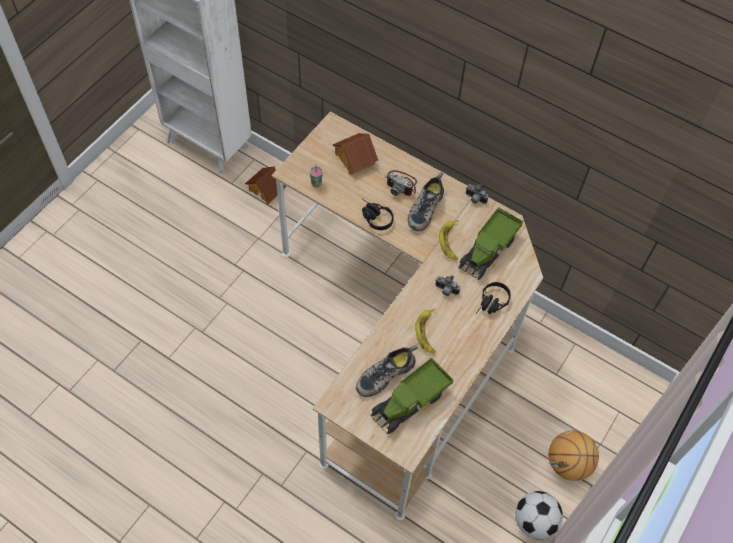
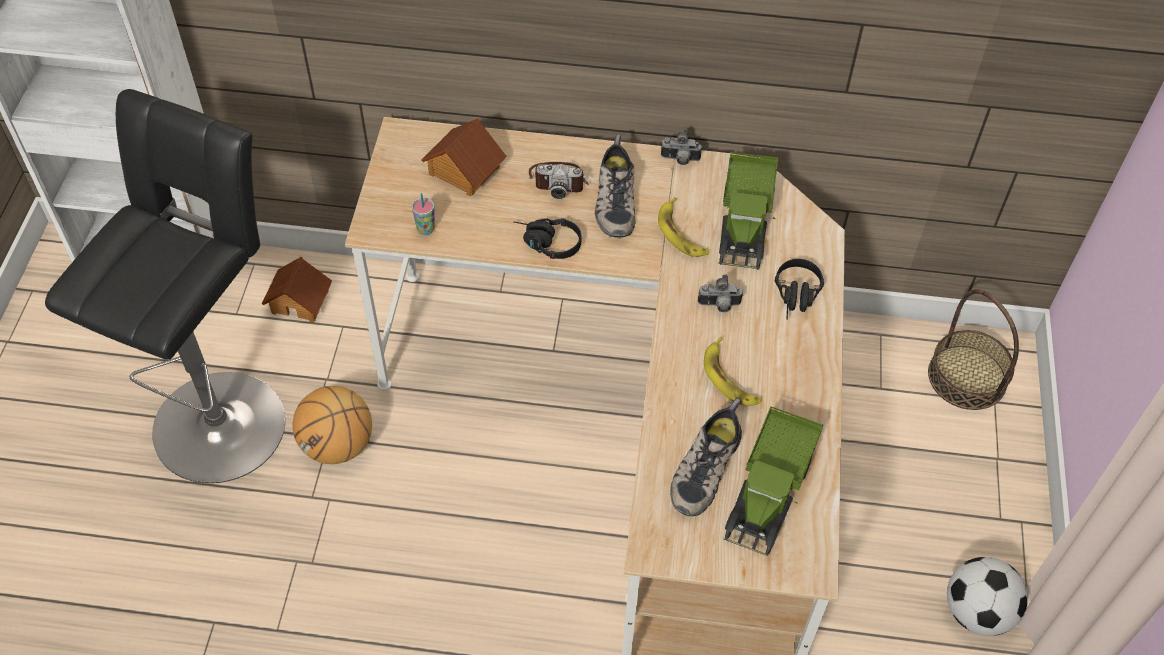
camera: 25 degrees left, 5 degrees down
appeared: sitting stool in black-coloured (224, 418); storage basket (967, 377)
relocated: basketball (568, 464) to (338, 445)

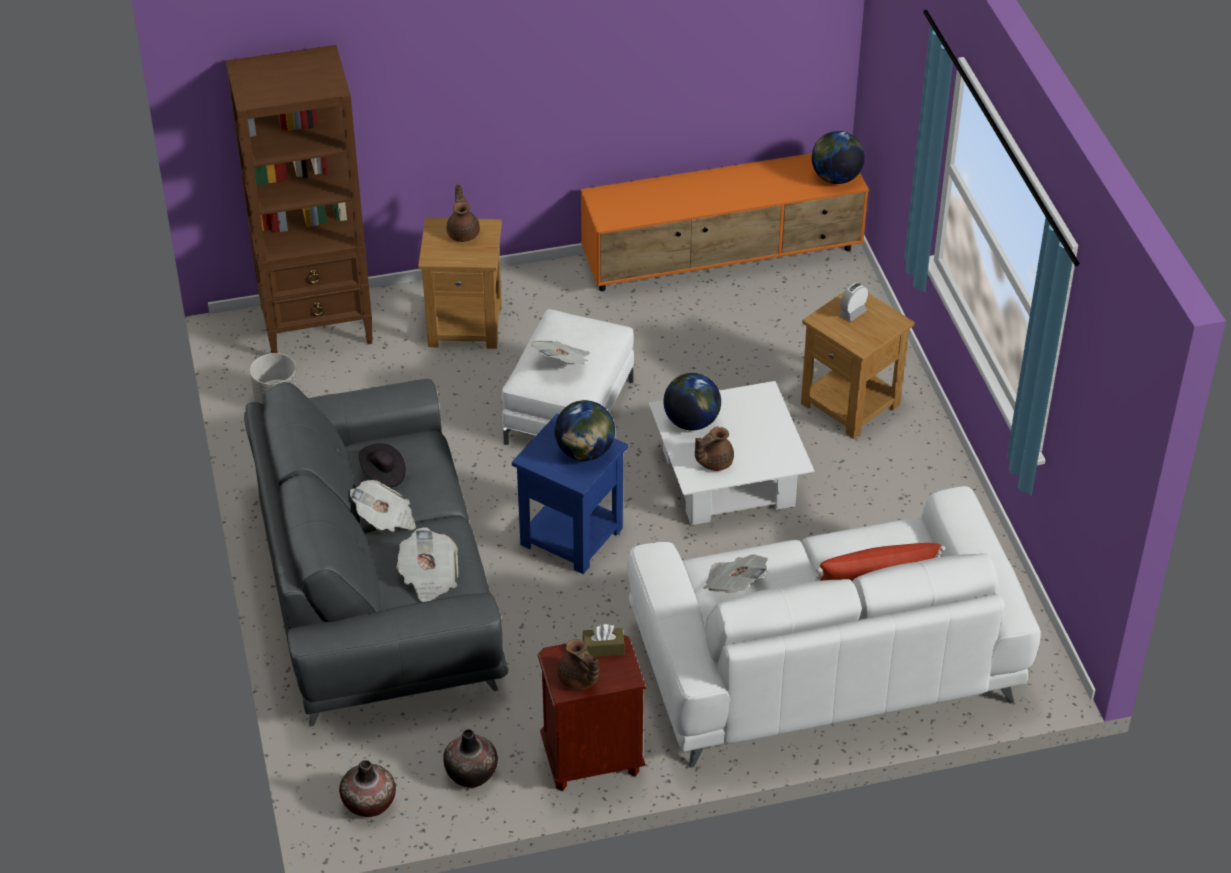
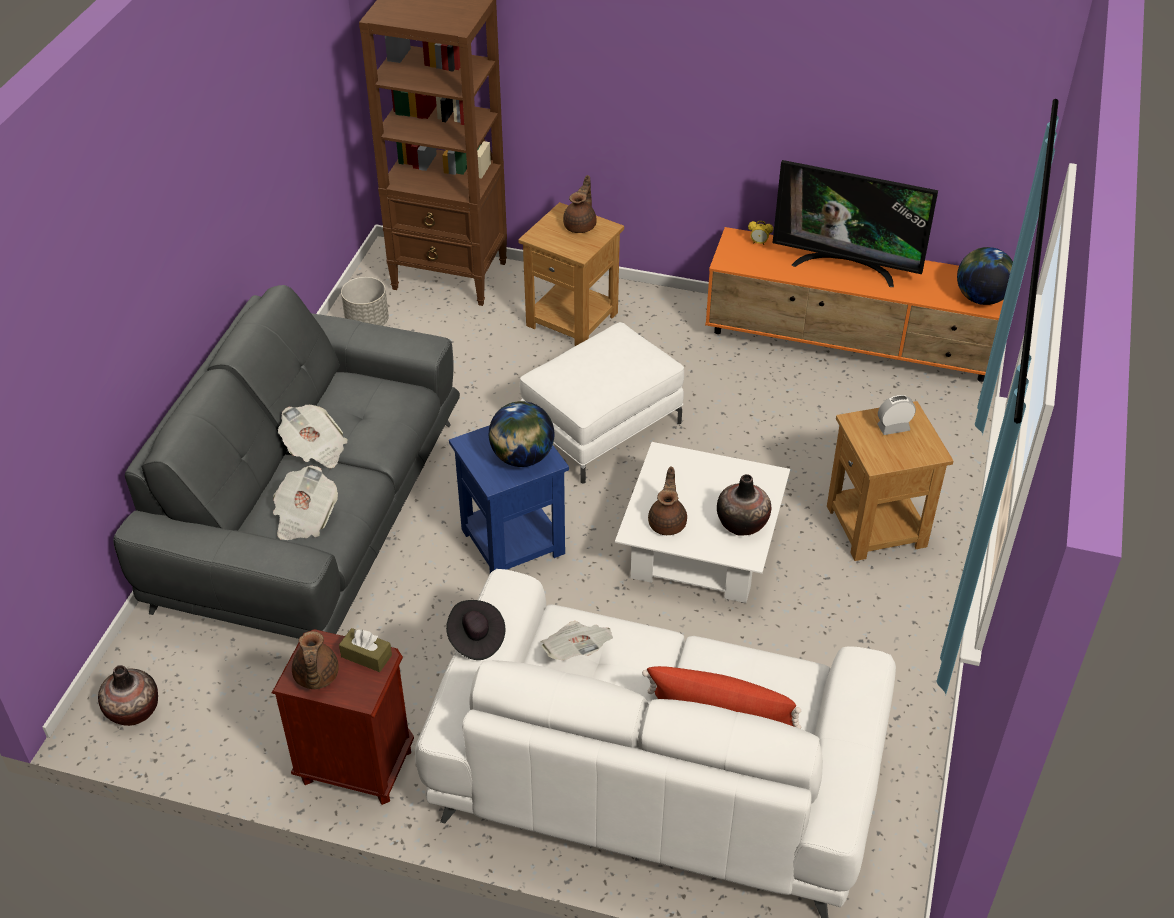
camera: 30 degrees right, 0 degrees up
missing: printed paper (562, 363); globe (691, 422)
appeared: TV (846, 265); bedside clock (759, 243)
relocated: clothing hat in black-coloured (383, 474) to (475, 639); decorative vase (471, 773) to (742, 523)
spun: teapot in brownish (713, 462) = (668, 522) 105 degrees clockwise

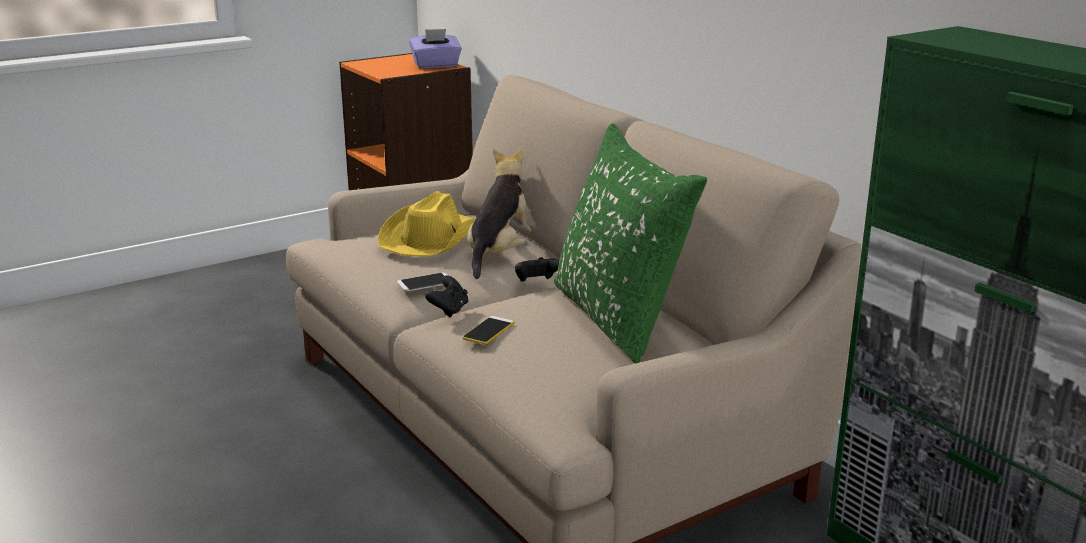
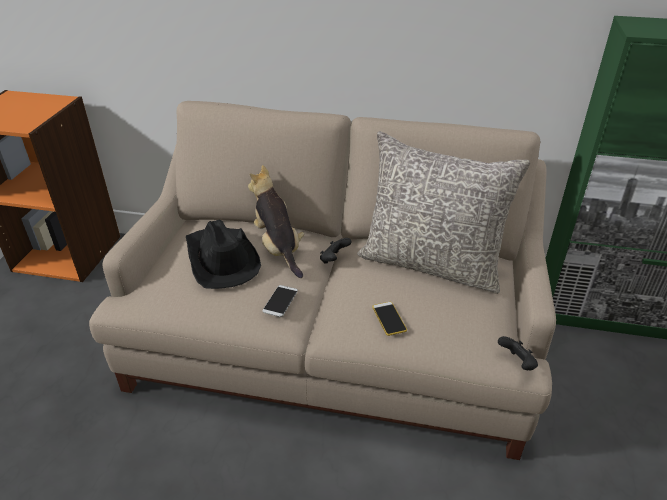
camera: 45 degrees left, 15 degrees up
missing: tissue holder in purplish (436, 66)
relocated: game controller in black-coloured (449, 310) to (517, 363)
colour: pillow in green (619, 318) to pillow in greyish (431, 263); clothing hat in yellow-coloured (431, 238) to clothing hat in black-coloured (221, 259)

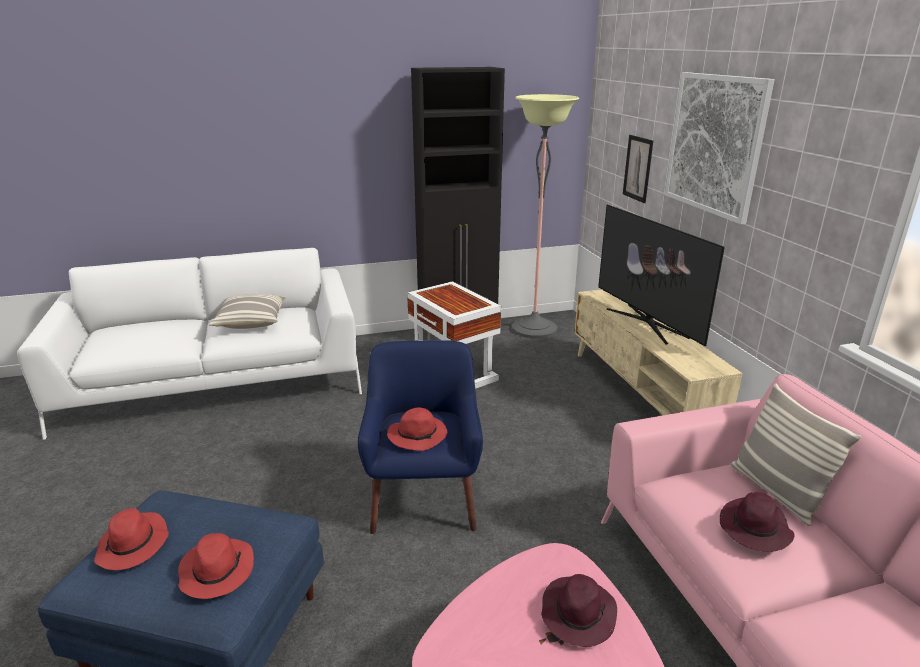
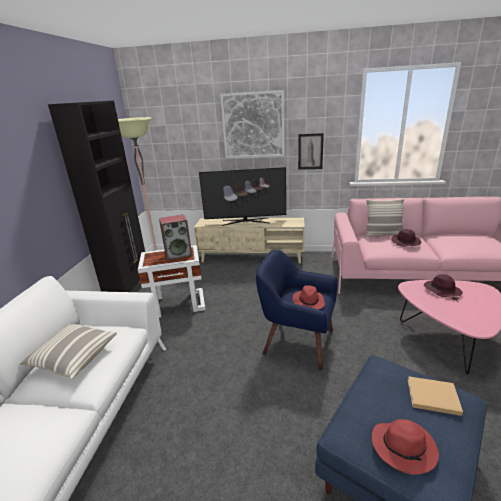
camera: 65 degrees left, 0 degrees up
appeared: audio speaker (179, 254)
relocated: wall art (638, 168) to (310, 151)
exchanged: clothing hat in reddish (216, 570) to book in sand-coloured (431, 396)

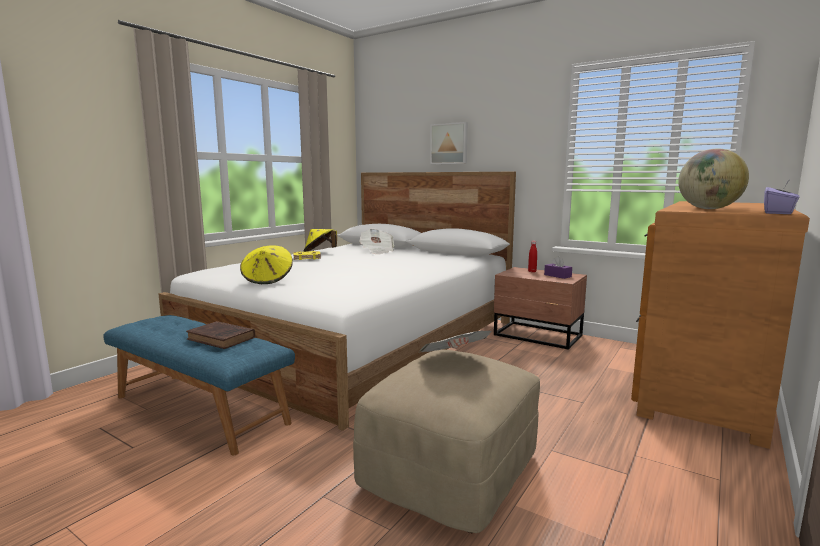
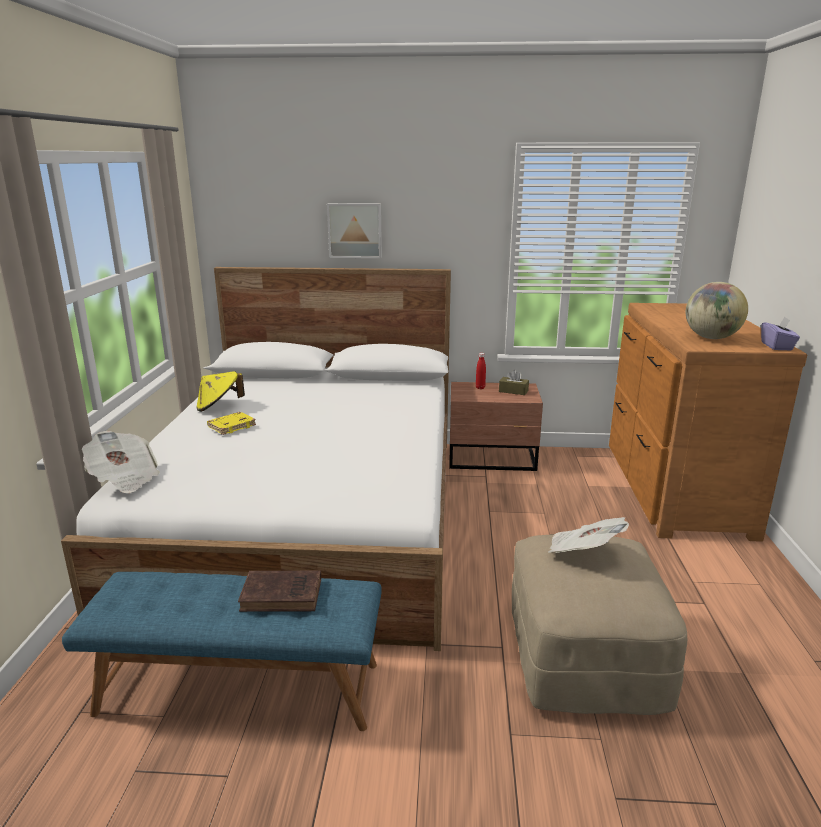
camera: 30 degrees left, 10 degrees up
missing: clothing hat in yellow-coloured (268, 280)
relocated: printed paper (377, 251) to (124, 478)
colour: tissue holder in purplish (557, 276) to tissue holder in brownish (513, 391)

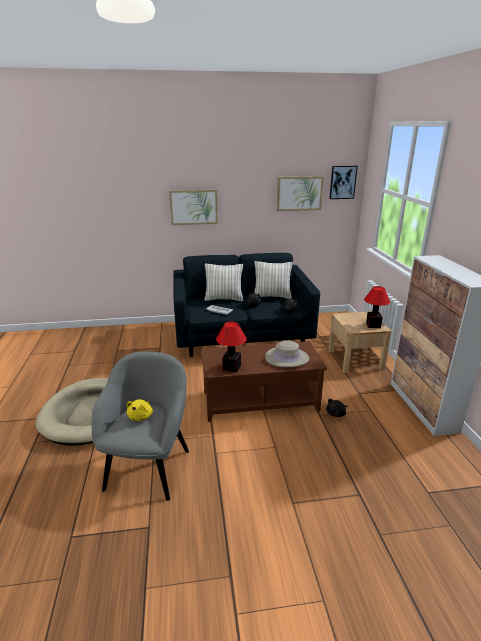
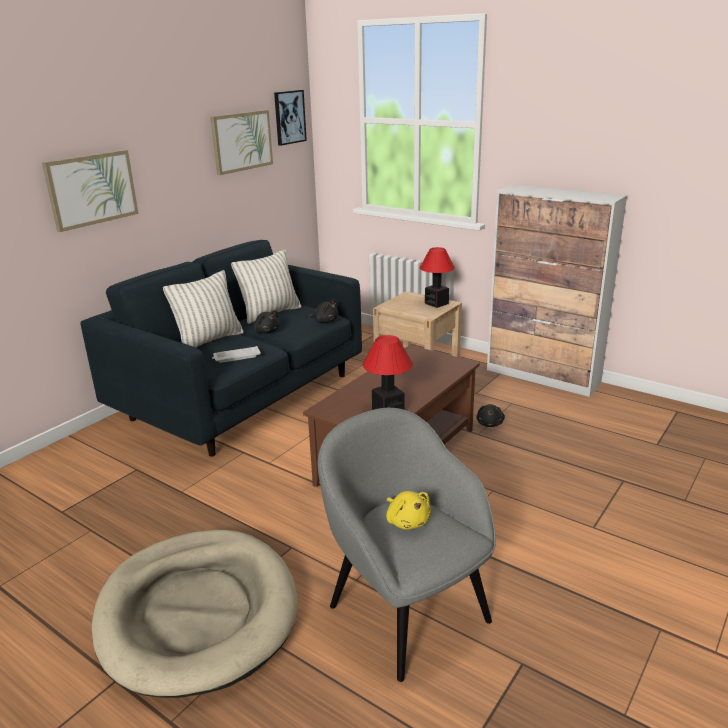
camera: 45 degrees left, 0 degrees up
missing: clothing hat in sand-coloured (287, 358)

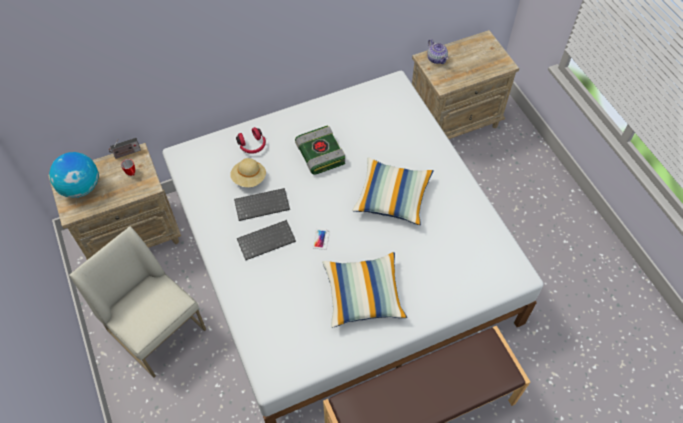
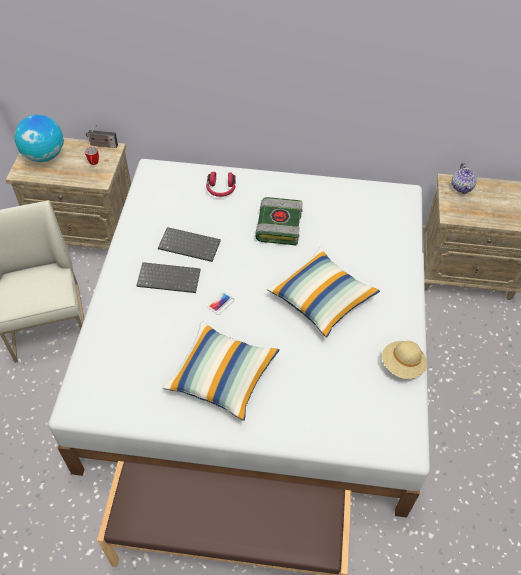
camera: 30 degrees right, 5 degrees down
relocated: clothing hat in sand-coloured (249, 178) to (402, 365)

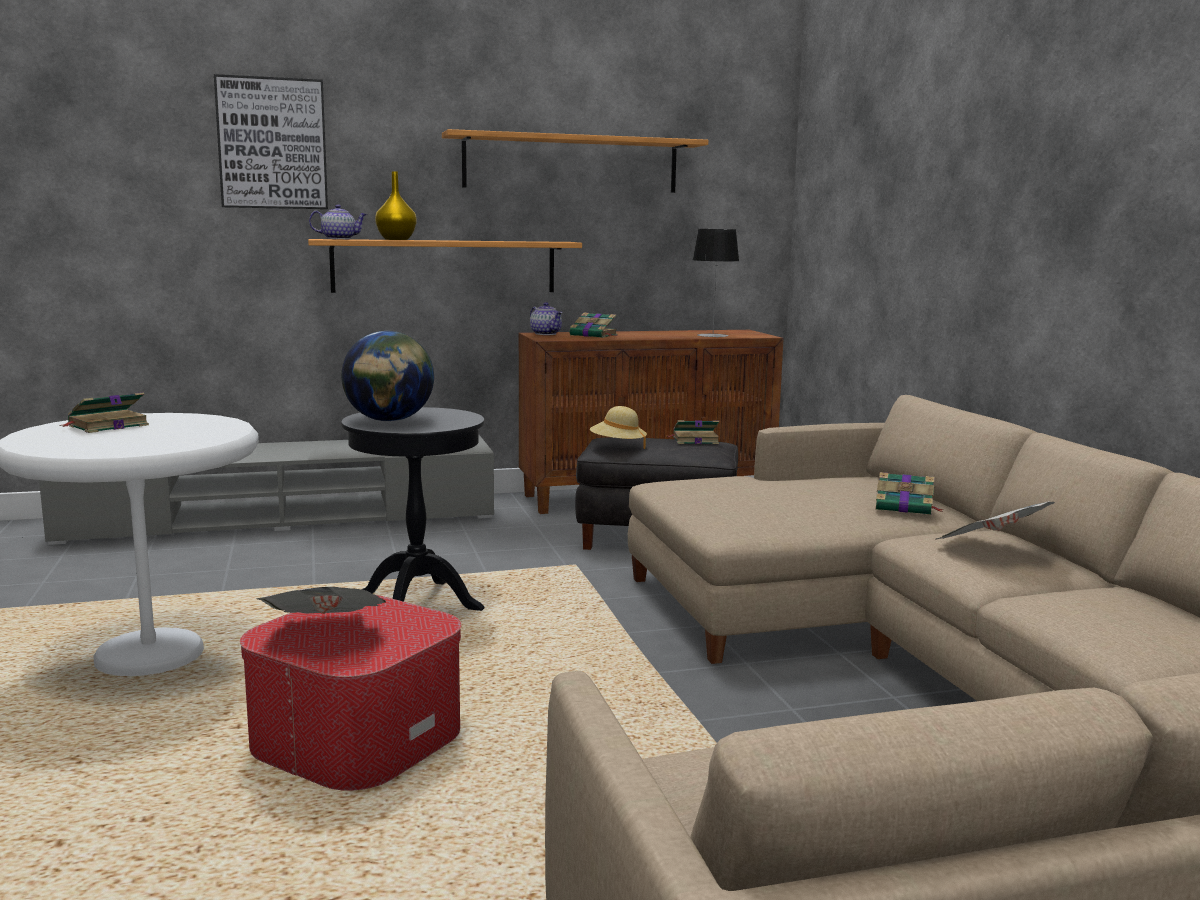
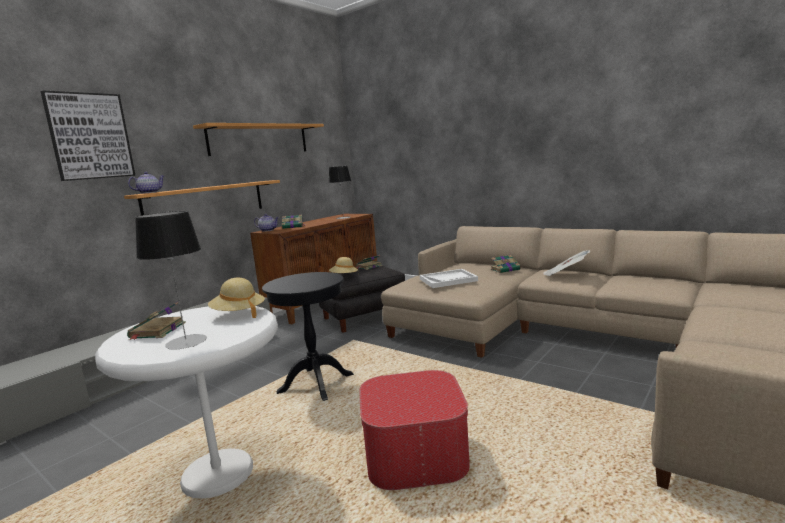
camera: 35 degrees left, 0 degrees up
missing: decorative vase in yellow-coloured (396, 239); globe (389, 420); printed paper (326, 634)
appeared: table lamp (186, 342); carrying tray in whitish (448, 280); clothing hat in sand-coloured (238, 314)

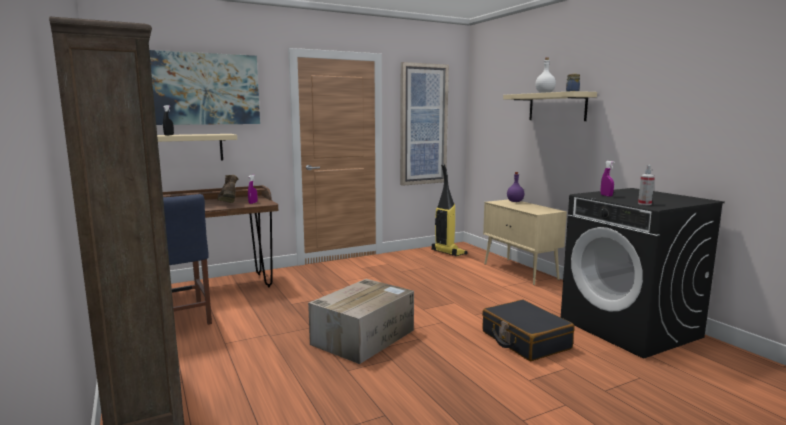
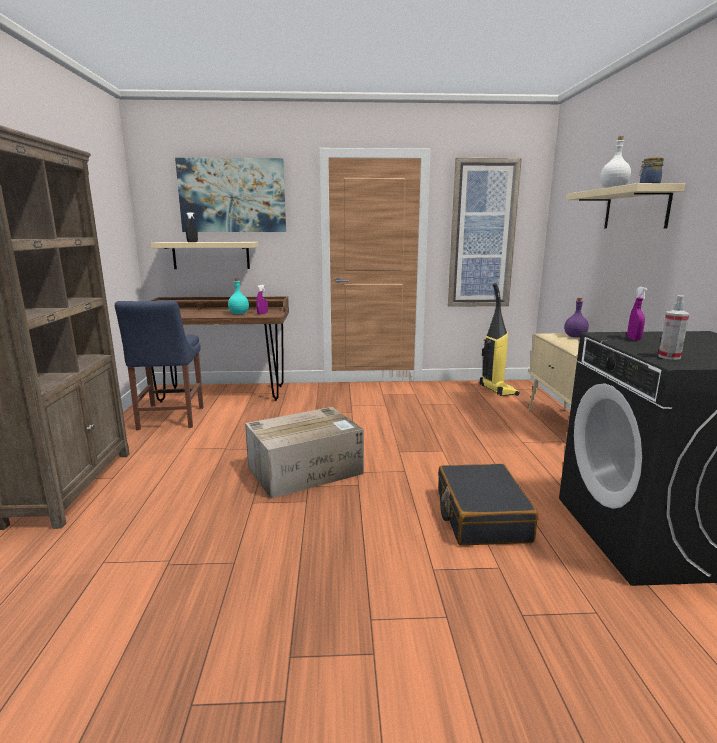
camera: 25 degrees right, 5 degrees up
exchanged: tall boot in brownish (228, 204) to bottle in turquoise-coloured (238, 313)

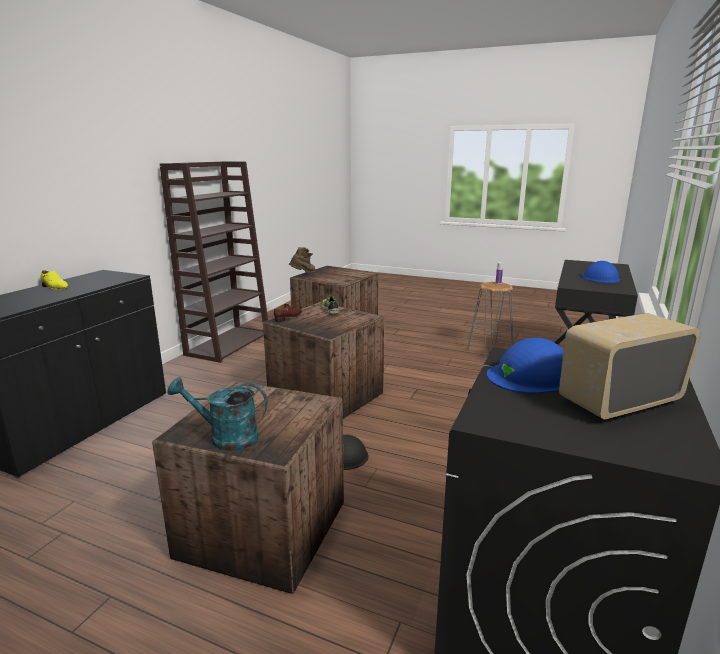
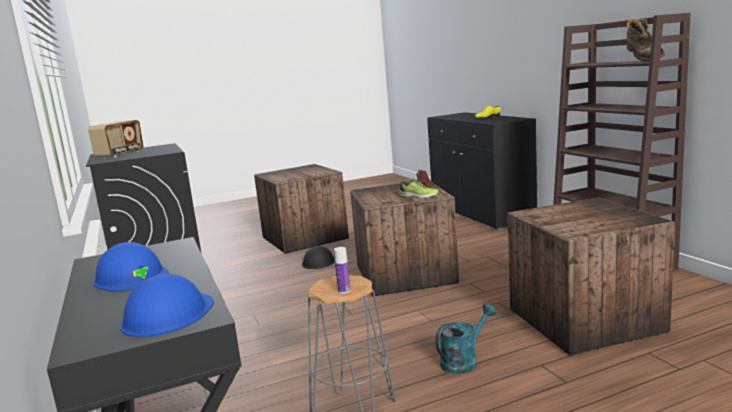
camera: 135 degrees right, 5 degrees down
relocated: tall boot in brownish (303, 274) to (642, 61); work helmet in blue-coloured (531, 376) to (168, 314); sprinkling can in turquoise-coloured (226, 438) to (463, 361)

